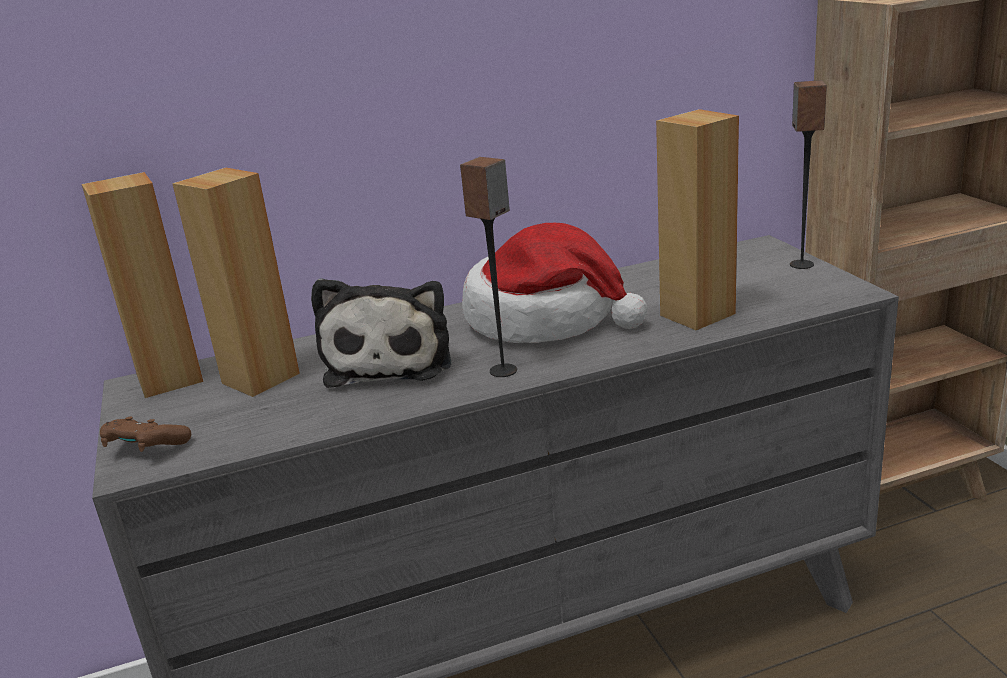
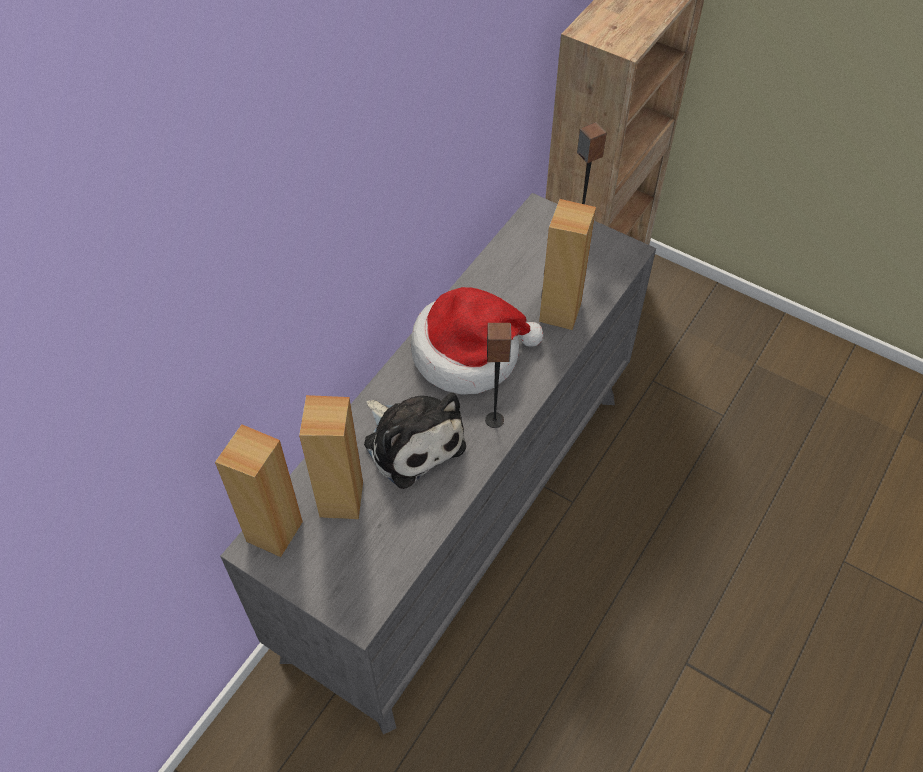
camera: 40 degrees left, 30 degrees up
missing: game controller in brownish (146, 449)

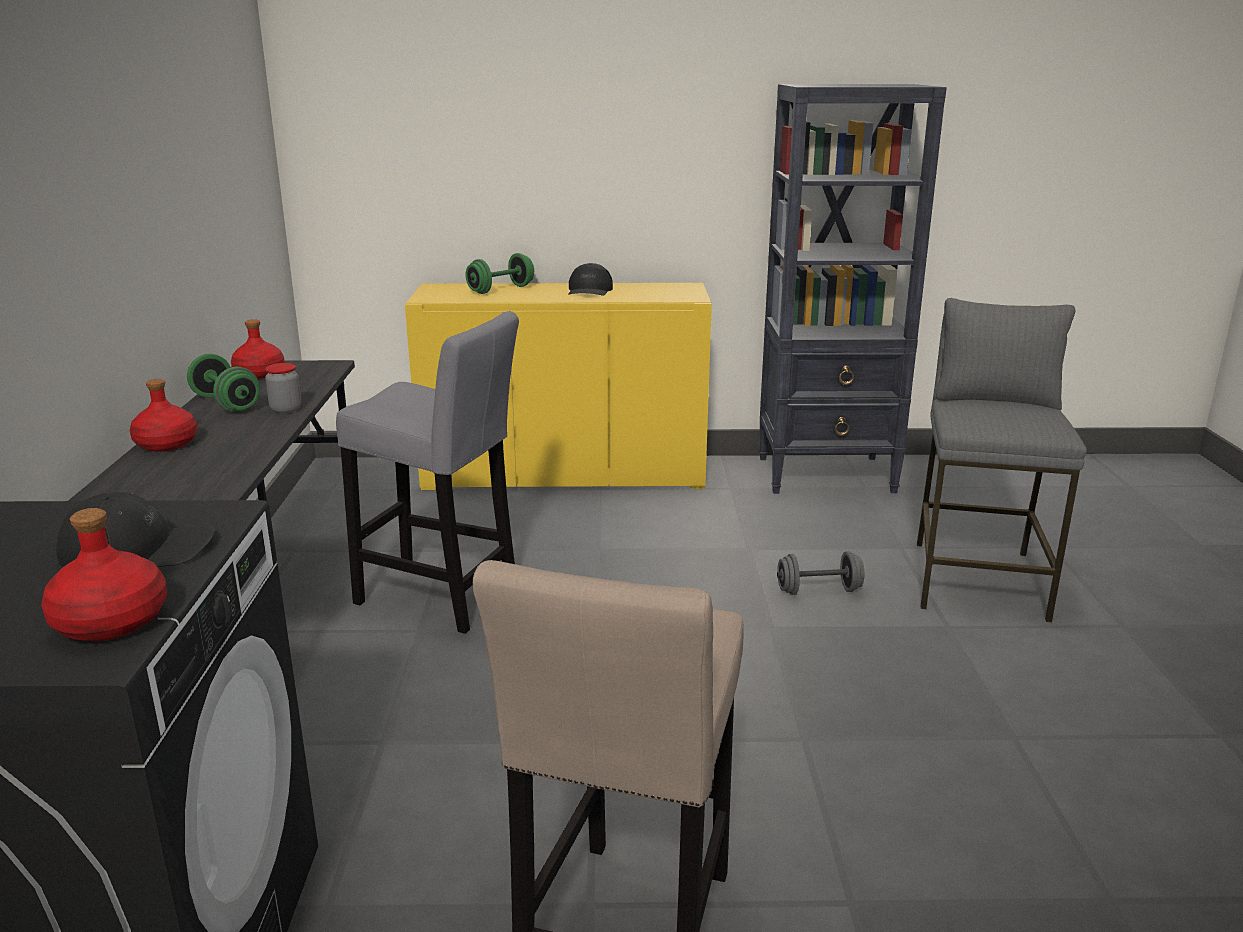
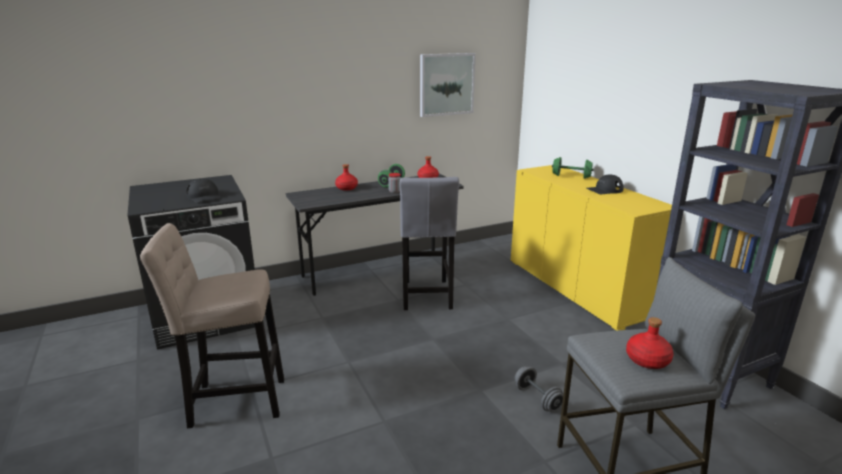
camera: 65 degrees right, 0 degrees up
appeared: wall art (446, 84)
relocated: bottle in reddish (112, 622) to (648, 360)

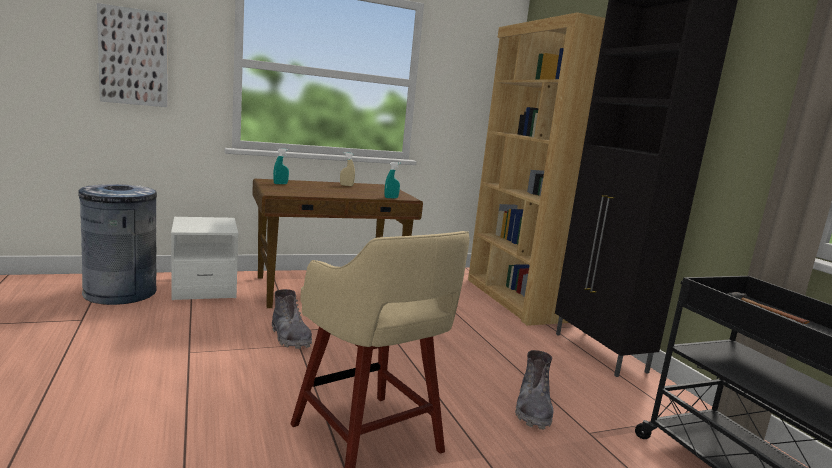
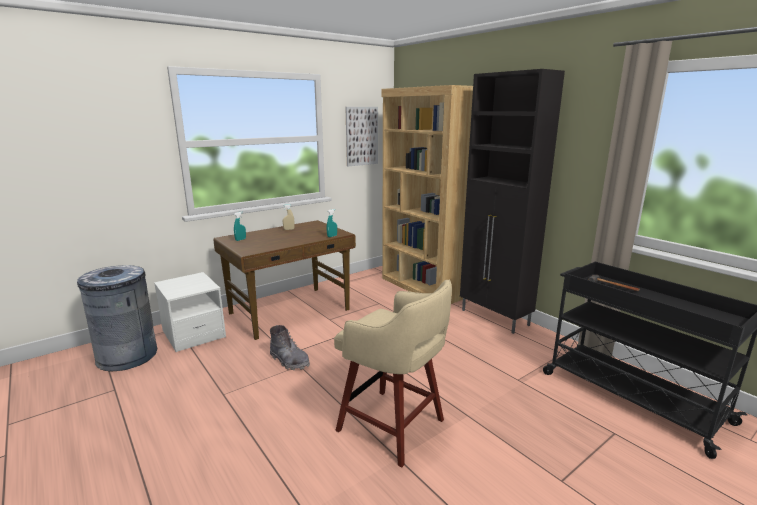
camera: 15 degrees left, 5 degrees up
missing: tall boot in greyish (533, 409)
relocated: wall art (133, 57) to (361, 136)

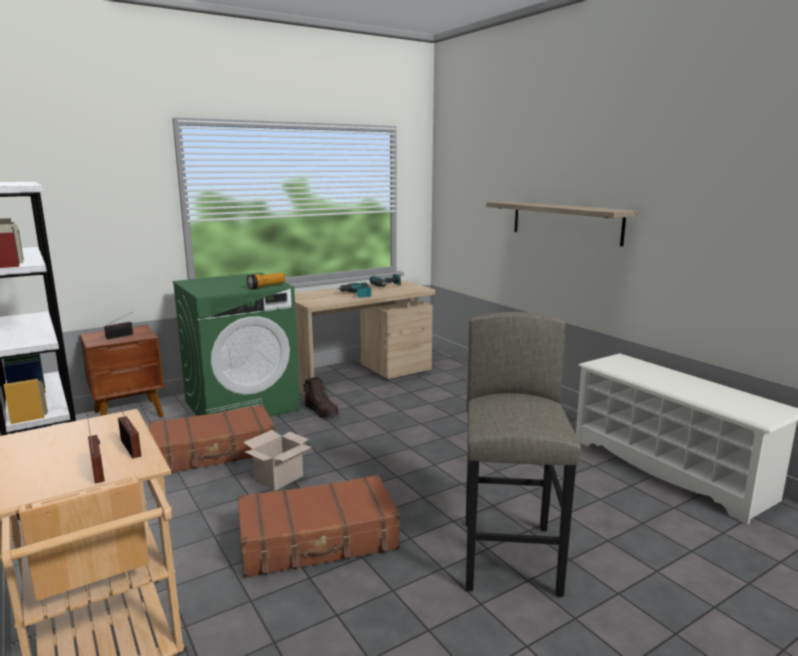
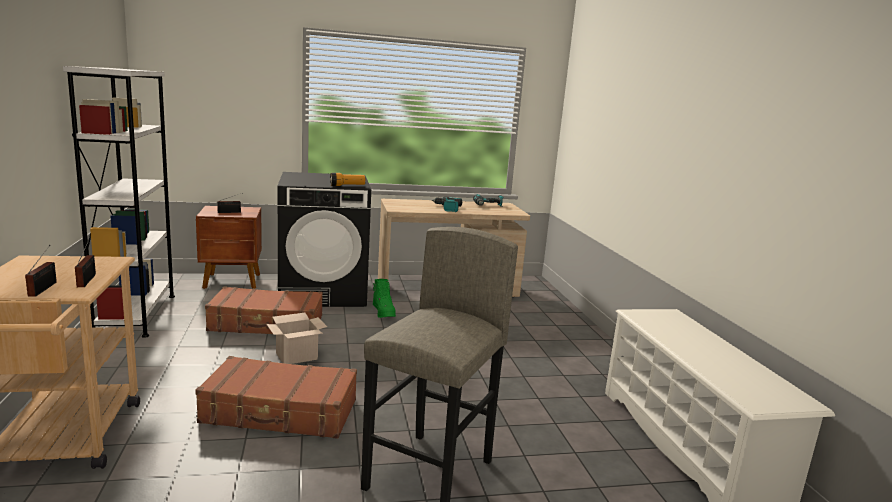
camera: 20 degrees right, 0 degrees up
missing: shelf (565, 222)
colour: laundry appliance in green (242, 405) to laundry appliance in black-coloured (323, 292); tall boot in brownish (322, 412) to tall boot in green (384, 312)

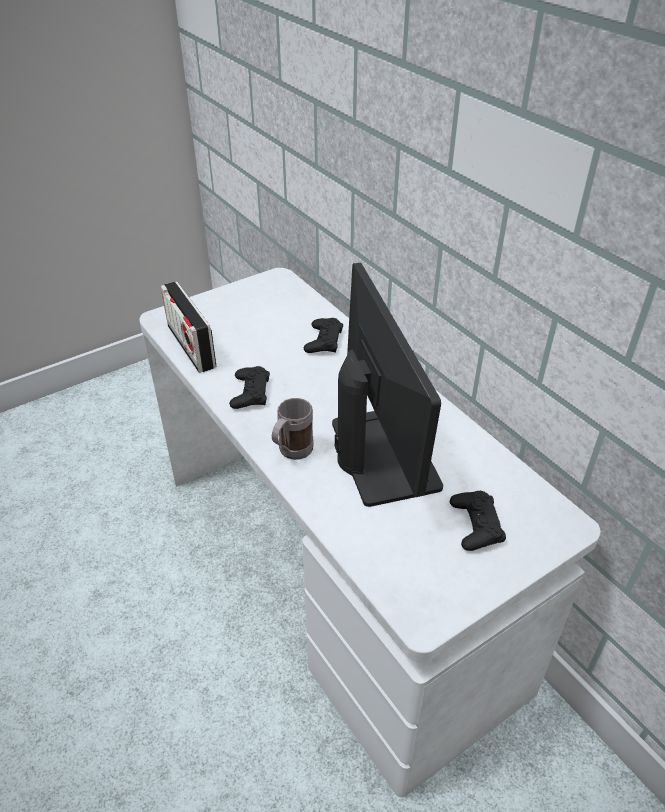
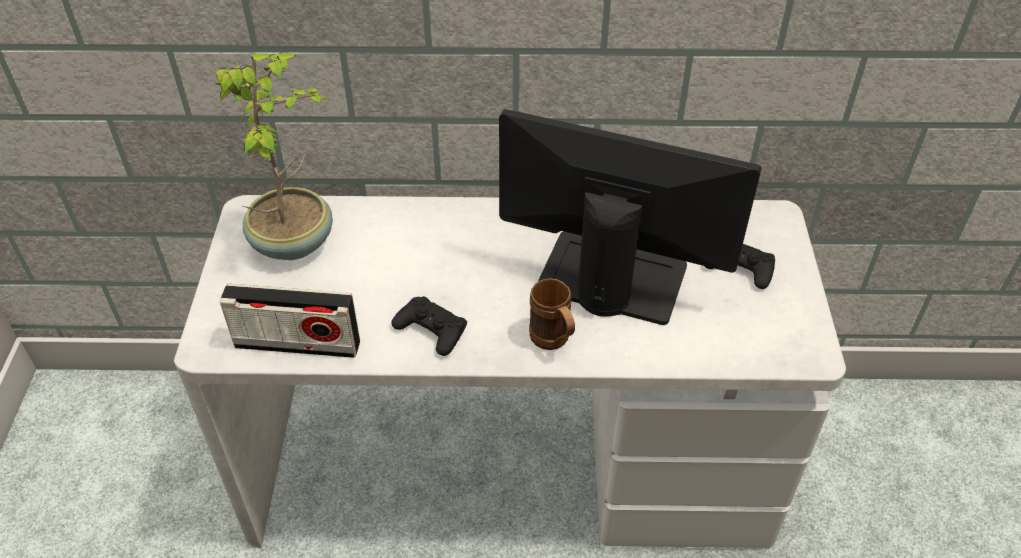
camera: 55 degrees left, 5 degrees up
missing: game controller in black-coloured (323, 340)
appeared: plant in a pot (294, 241)
colour: coffee mug in greyish (291, 453) to coffee mug in brownish (553, 342)

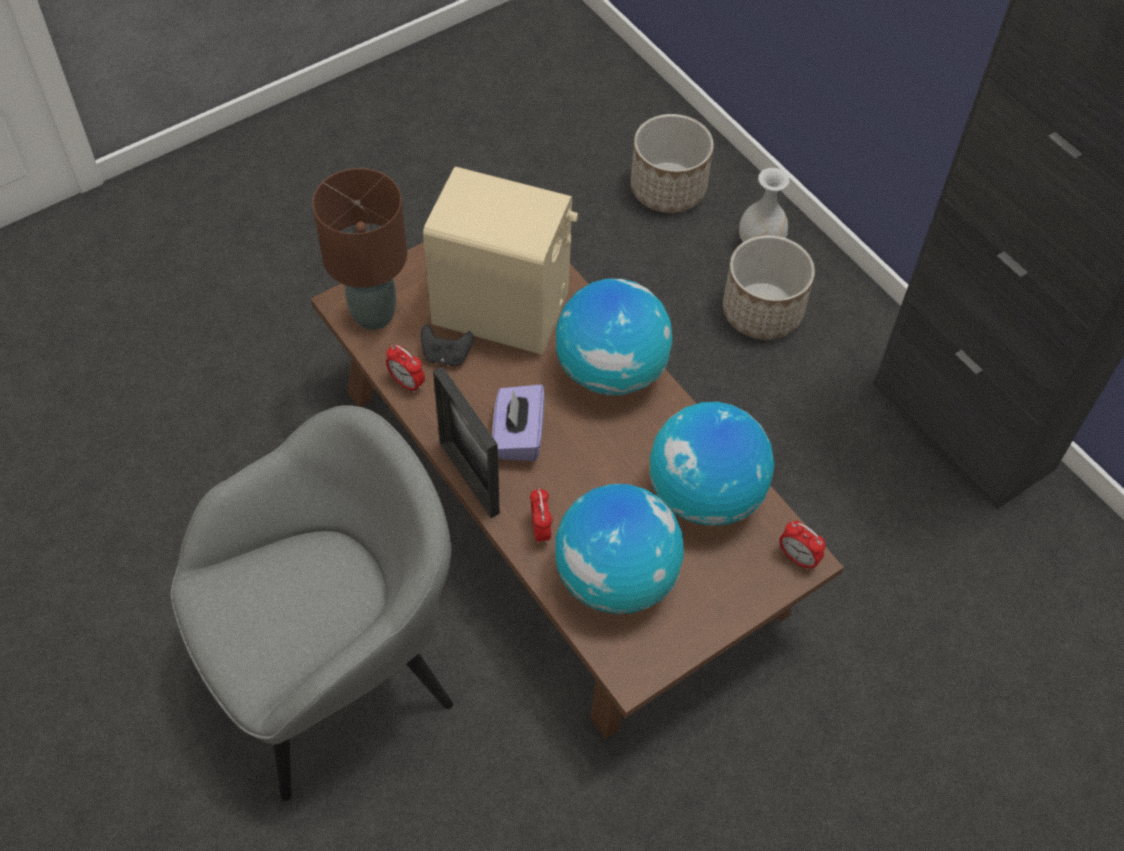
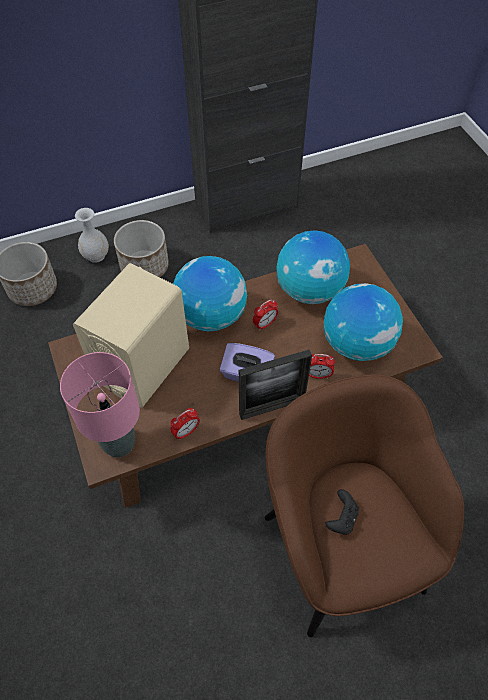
camera: 75 degrees left, 0 degrees up
relocated: game controller in black-coloured (446, 355) to (341, 518); bedside clock (797, 558) to (265, 324)
colour: table lamp in brownish (372, 314) to table lamp in pink (119, 444); lounge chair in greyish (334, 672) to lounge chair in brownish (341, 548)

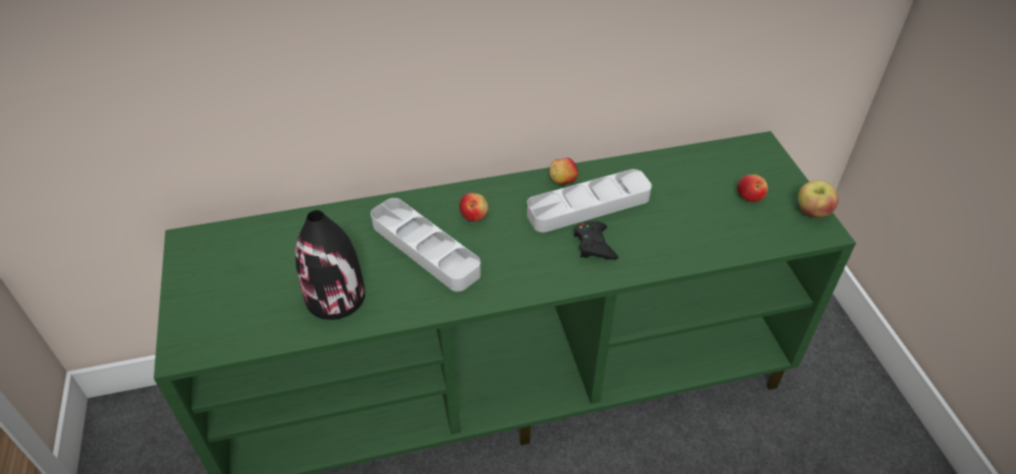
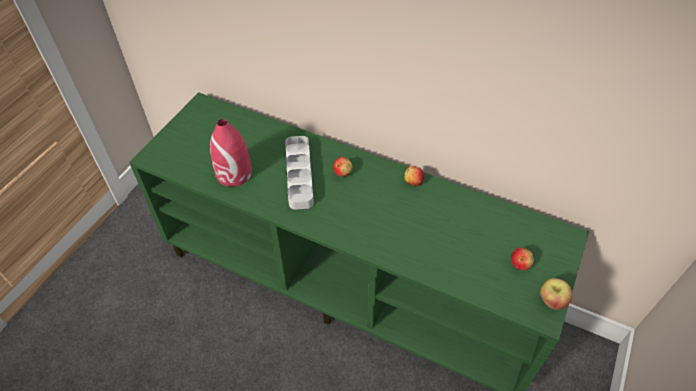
camera: 40 degrees right, 5 degrees up
missing: carrying tray in greyish (588, 206); game controller in black-coloured (594, 245)
colour: decorative vase in black-coloured (336, 297) to decorative vase in reddish (234, 173)

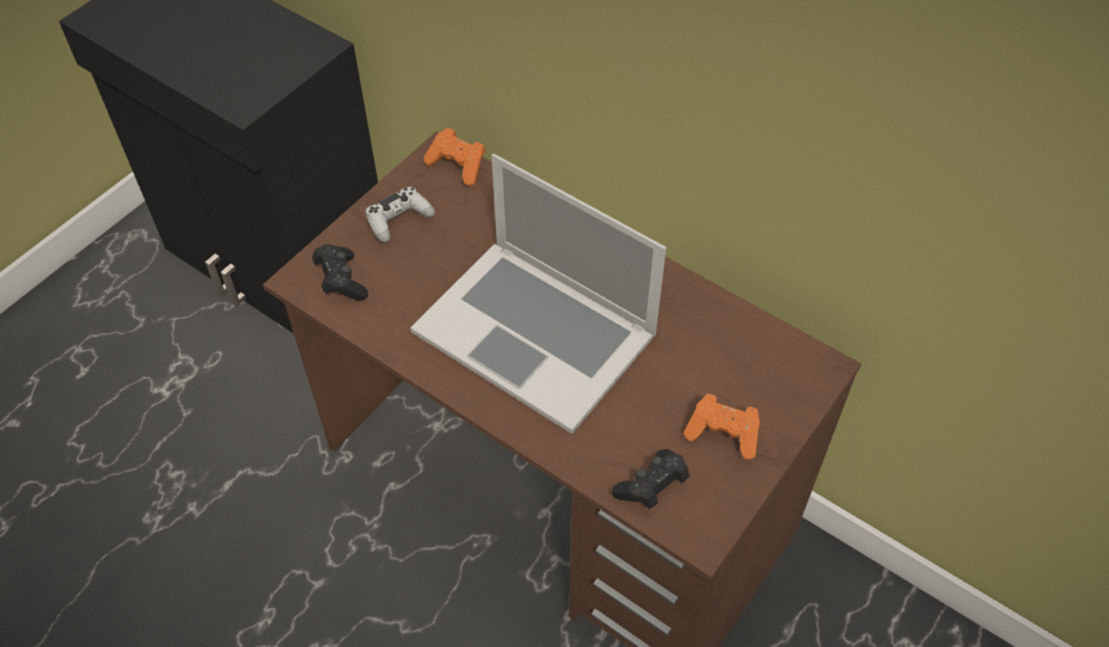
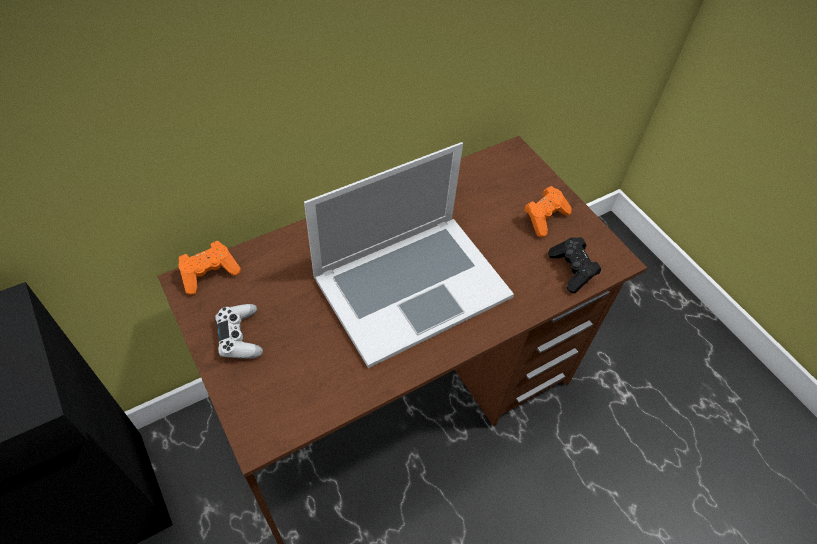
camera: 70 degrees left, 0 degrees up
missing: game controller in black-coloured (341, 281)

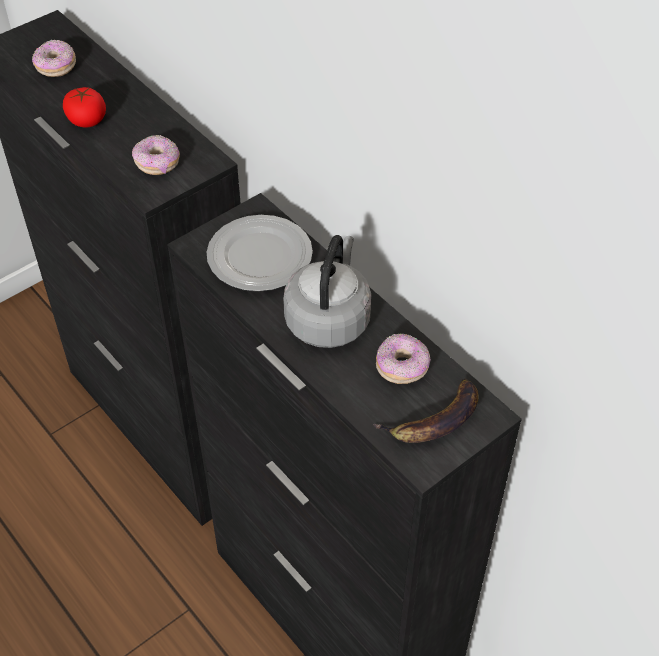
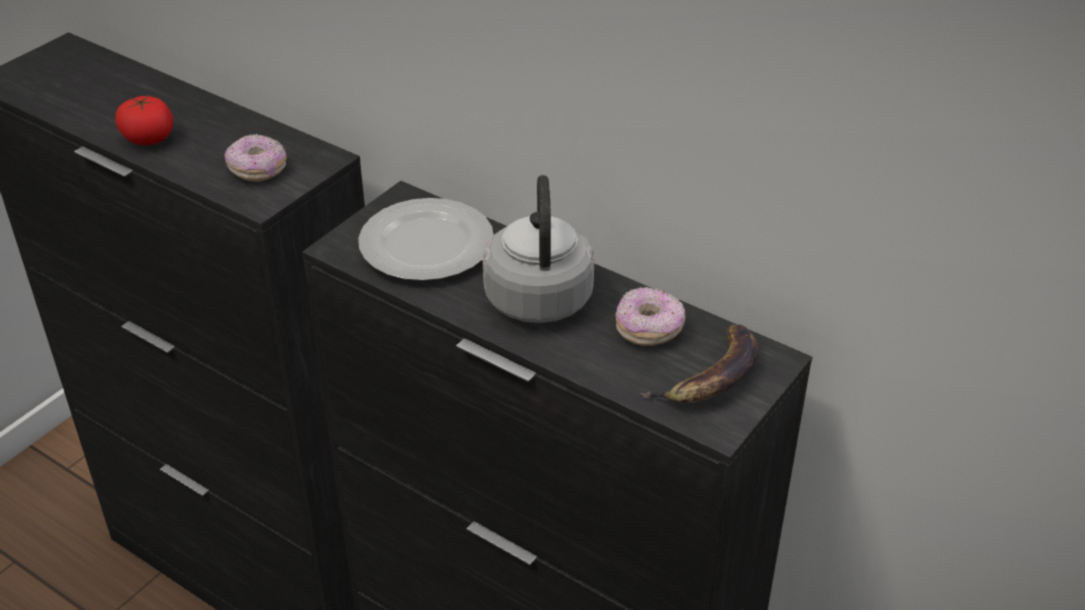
camera: 15 degrees left, 10 degrees down
missing: doughnut (56, 67)

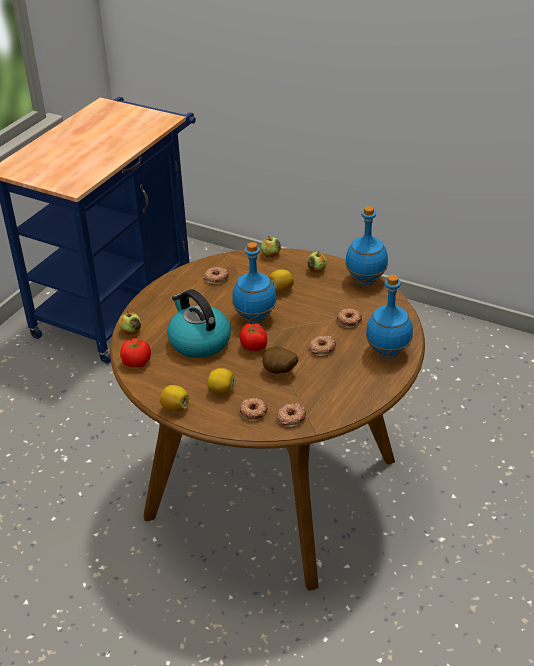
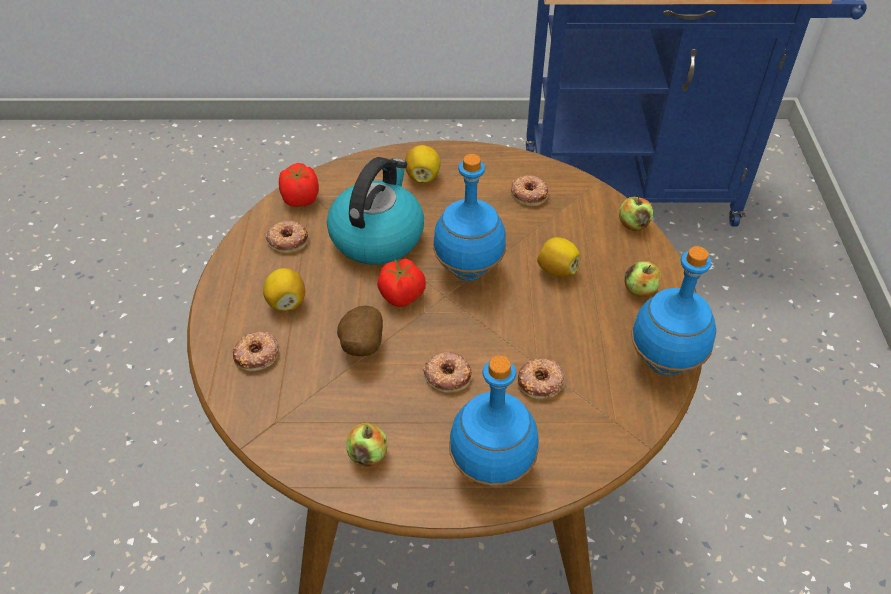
camera: 60 degrees right, 10 degrees up
relocated: whole apple (131, 331) to (368, 455); lemon (175, 407) to (423, 177); doughnut (291, 417) to (288, 240)

